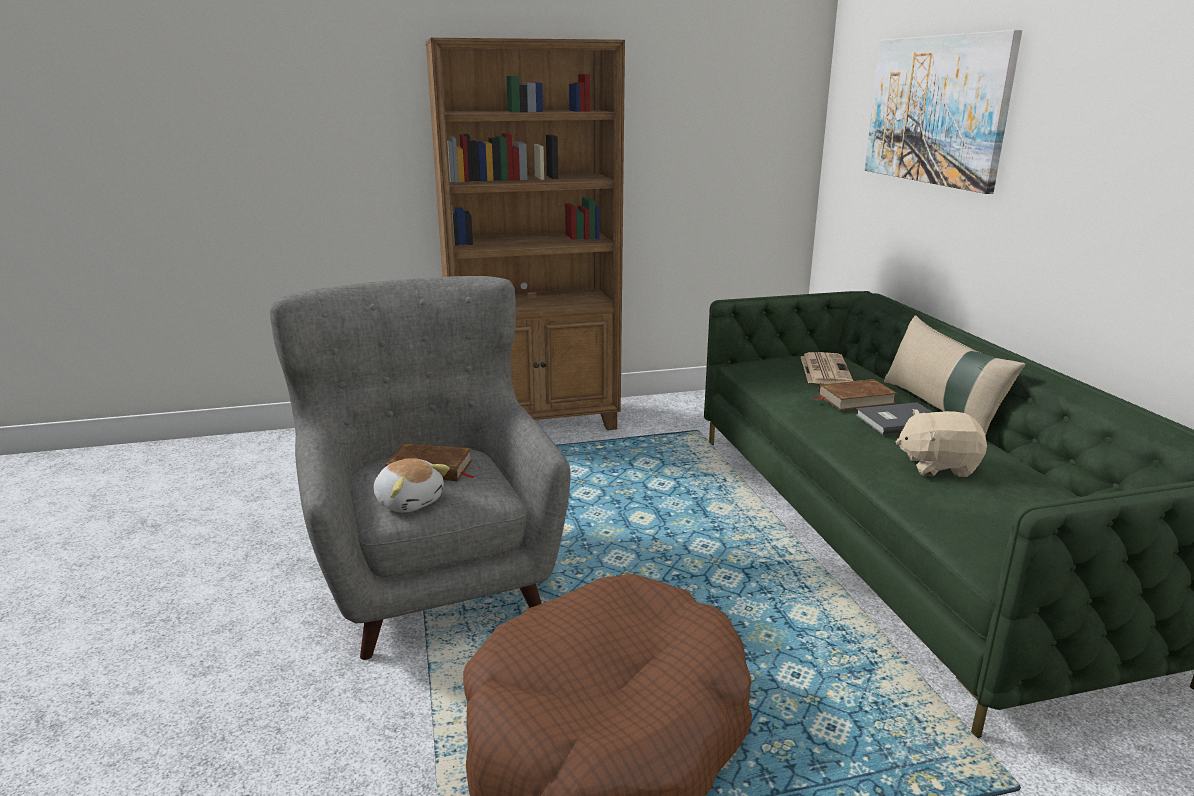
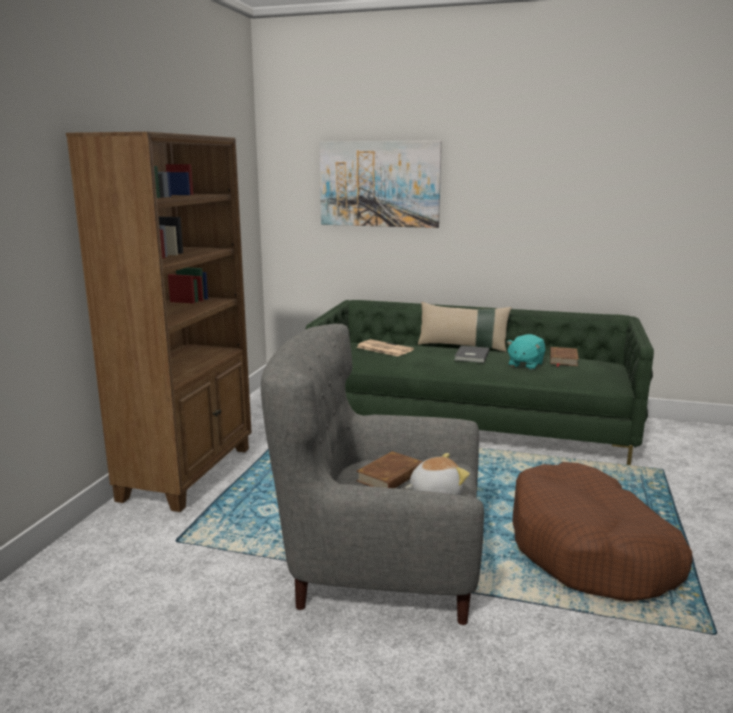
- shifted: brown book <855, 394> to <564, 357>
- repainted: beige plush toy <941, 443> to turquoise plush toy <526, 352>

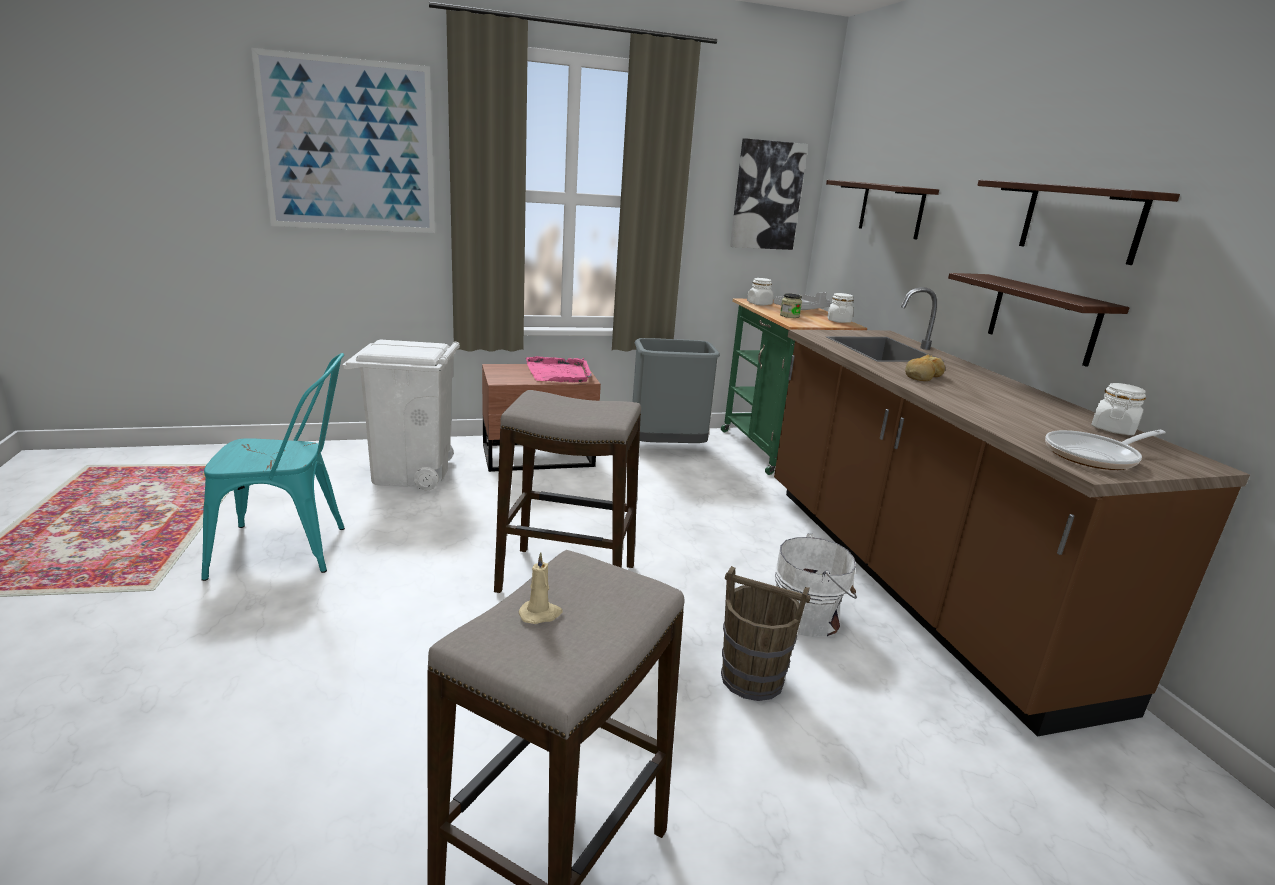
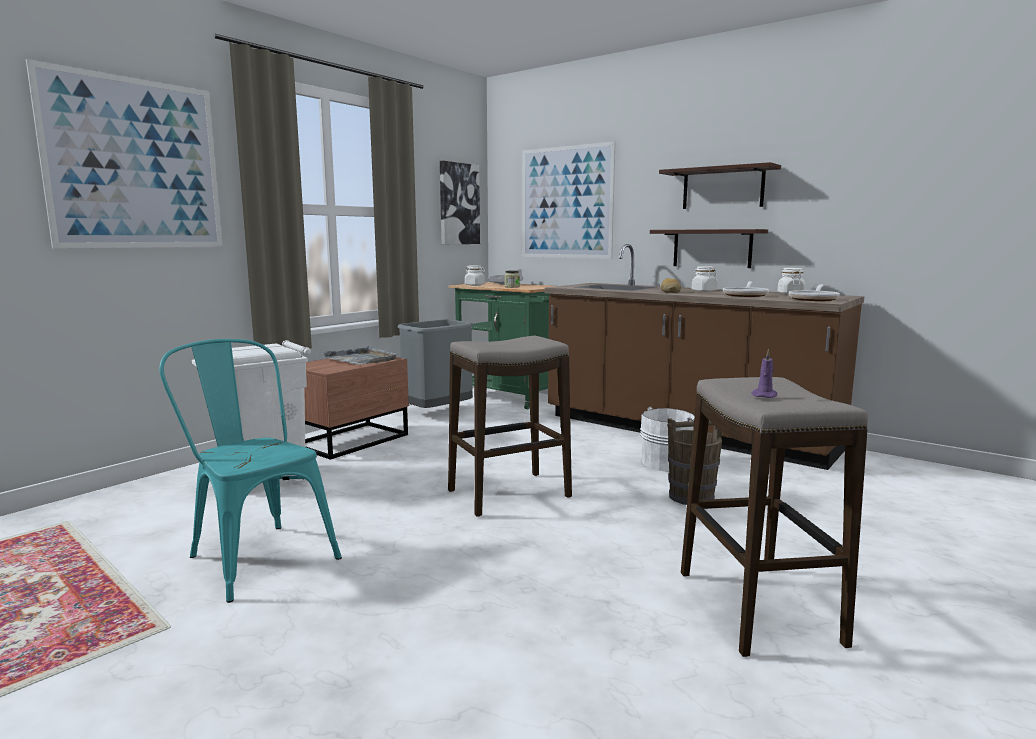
- swapped: shelf <882, 209> to picture <568, 200>
- shifted: white jar <841, 308> to <704, 279>
- rotated: turquoise chair <273, 467> = <250, 471> 90 degrees counterclockwise
- repainted: pink tray <559, 369> to grey tray <359, 355>
- repainted: beige candle <540, 588> to purple candle <764, 373>
- new: frying pan <746, 289>

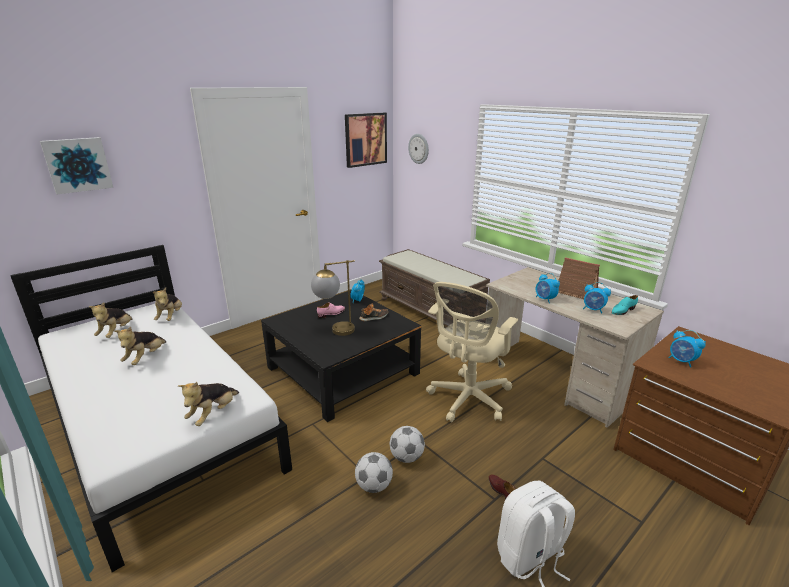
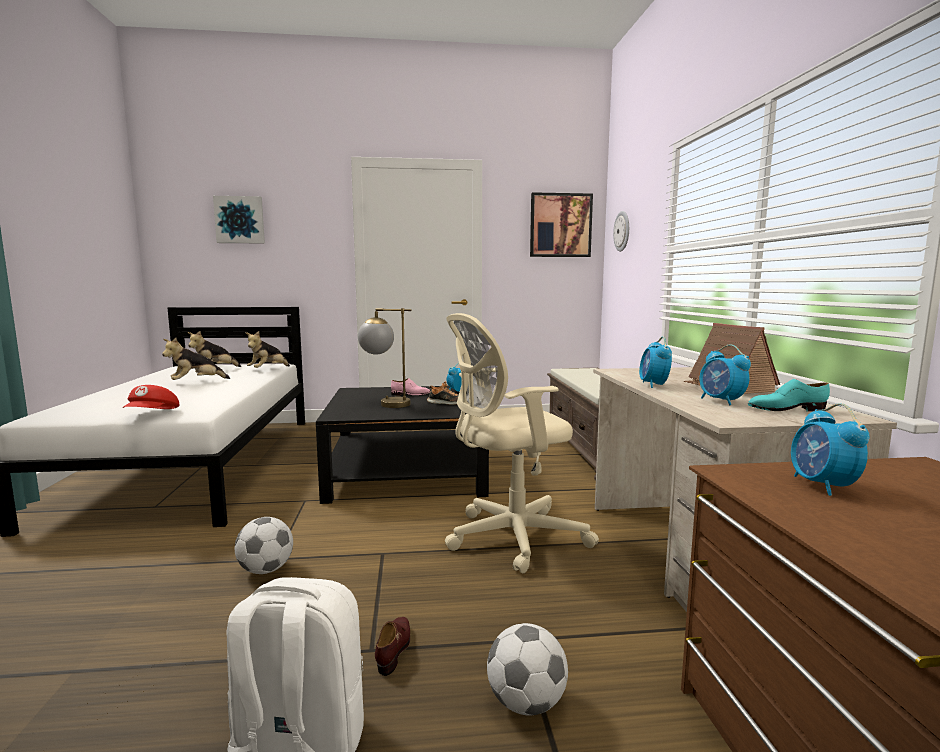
- swapped: plush toy <208, 404> to red cap <151, 397>
- shifted: football <407, 444> to <527, 669>

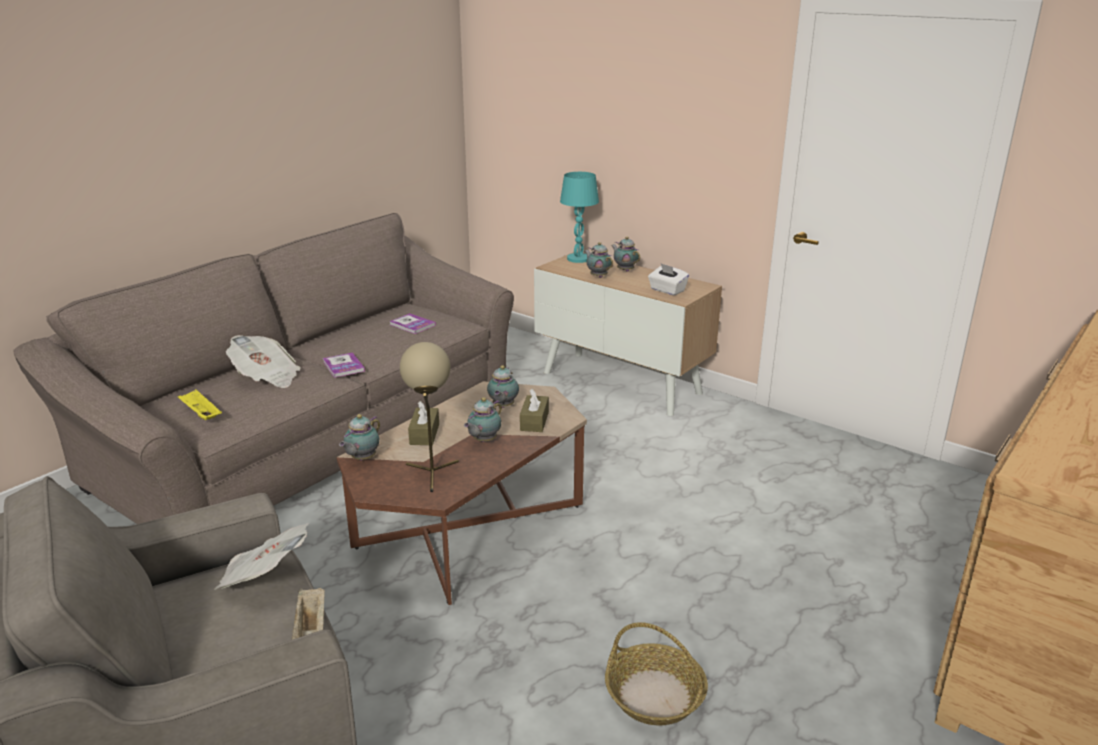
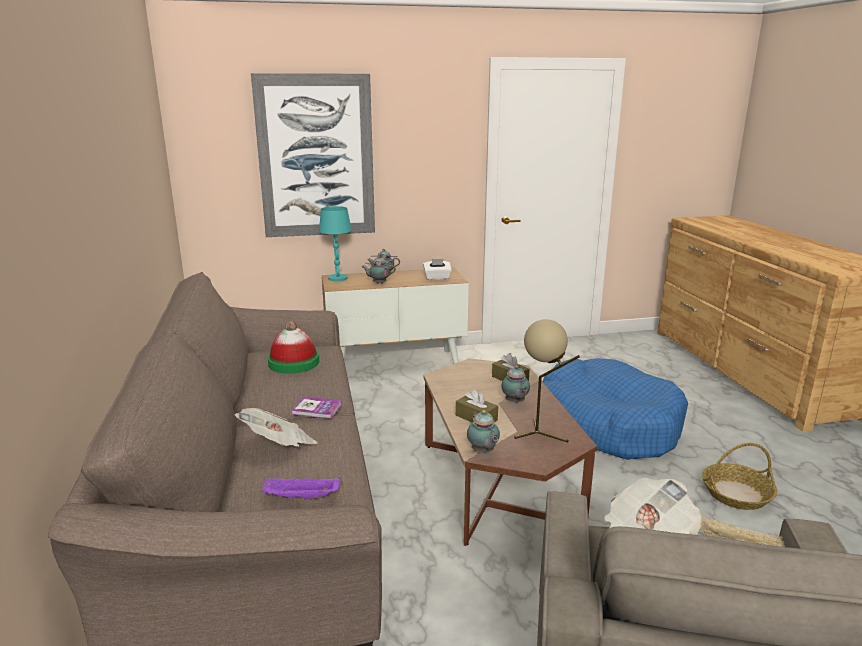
- swapped: book <413, 323> to hat <293, 347>
- gone: teapot <503, 386>
- repainted: yellow tray <200, 404> to purple tray <301, 489>
- new: picture <313, 155>
- new: blue dog bed <615, 409>

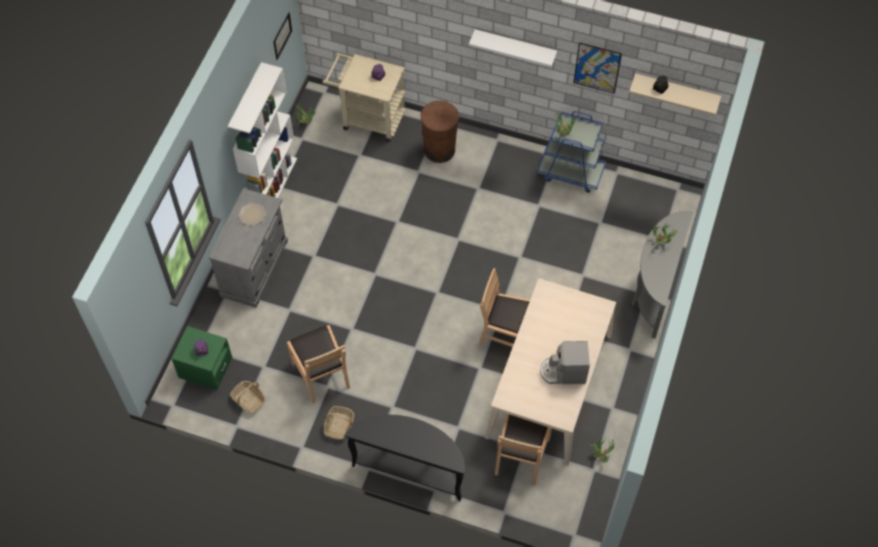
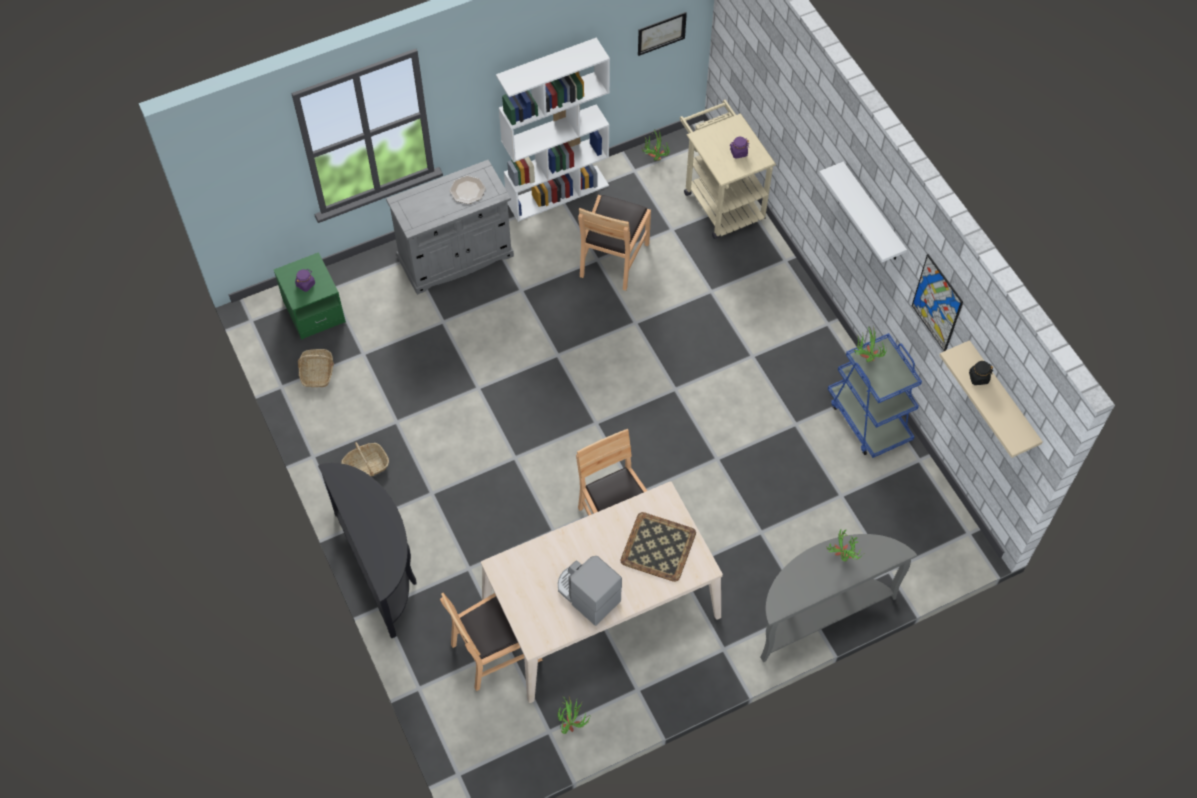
- gone: brown trash can <439, 131>
- shifted: brown chair <318, 364> to <614, 243>
- new: tray <658, 547>

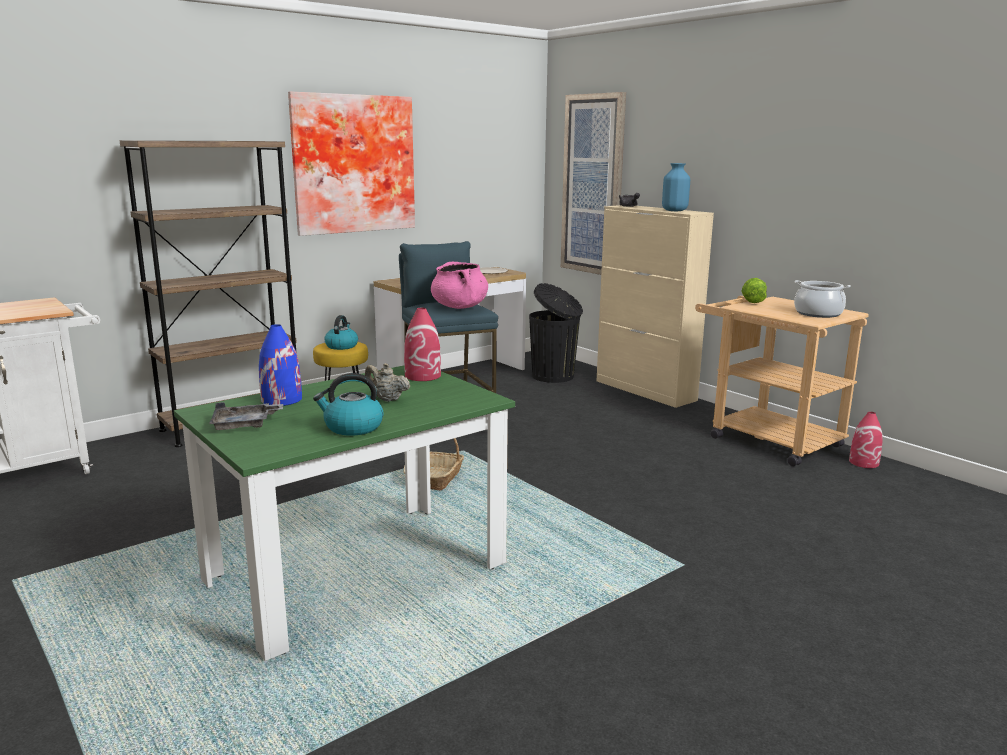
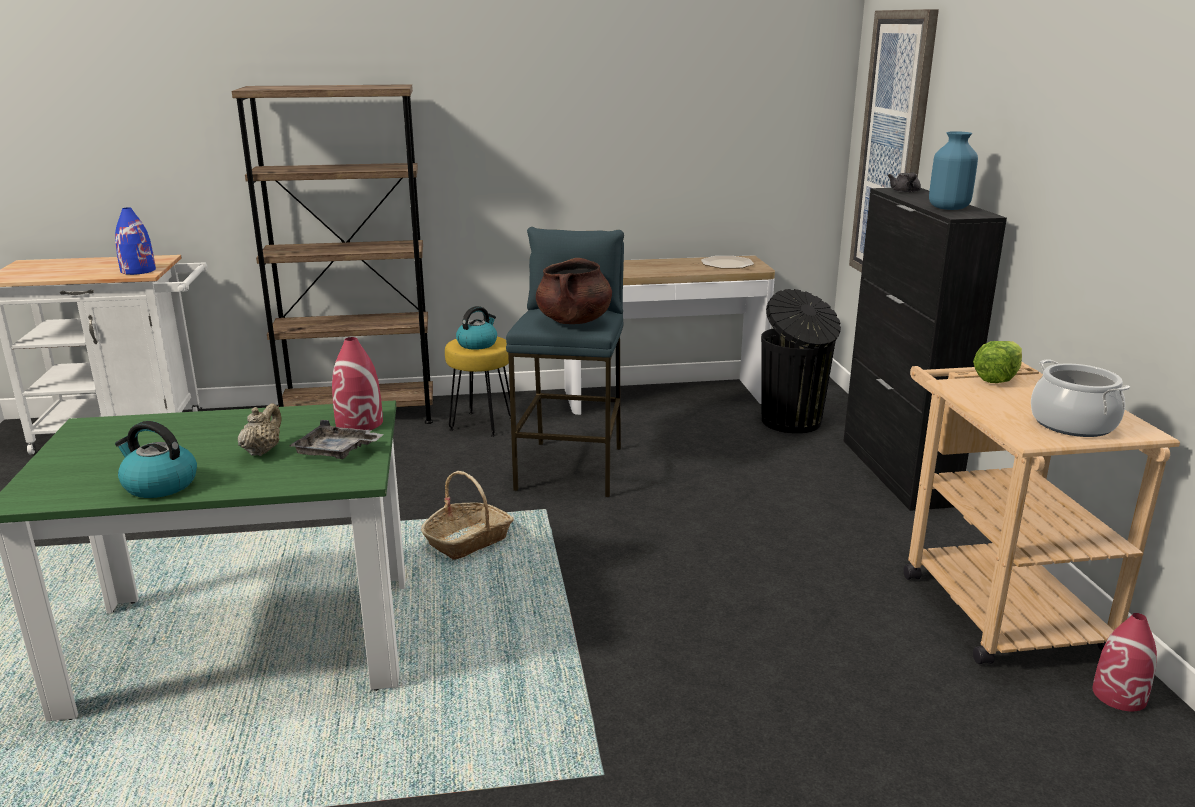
- gone: picture <351, 163>
- repainted: beige cabinet <655, 306> to black cabinet <925, 349>
- repainted: pink cooking pot <459, 285> to brown cooking pot <574, 291>
- shifted: blue vase <280, 365> to <135, 241>
- rotated: beige teapot <387, 382> = <260, 429> 45 degrees clockwise
- shifted: grey tray <246, 416> to <337, 439>

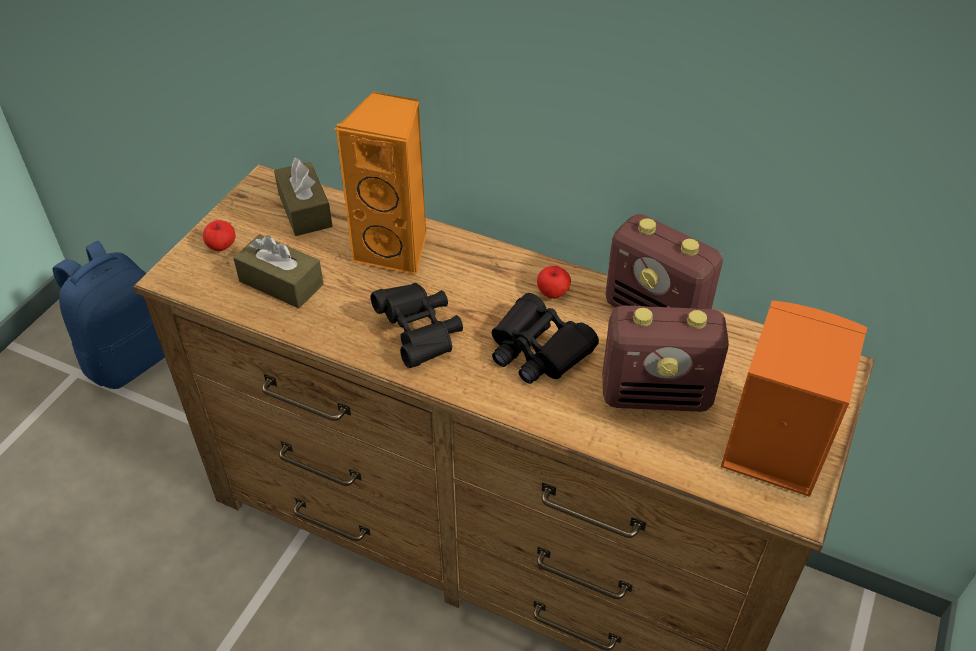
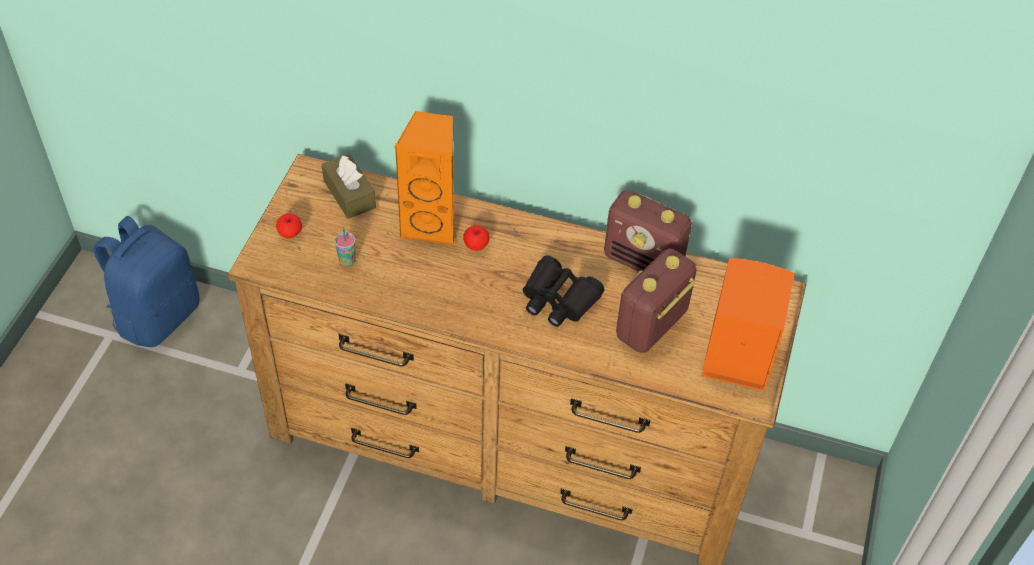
- swapped: brown tissue box <278, 271> to cup <345, 247>
- shifted: apple <554, 282> to <476, 238>
- gone: black binoculars <417, 325>
- rotated: radio <665, 359> = <656, 301> 135 degrees clockwise

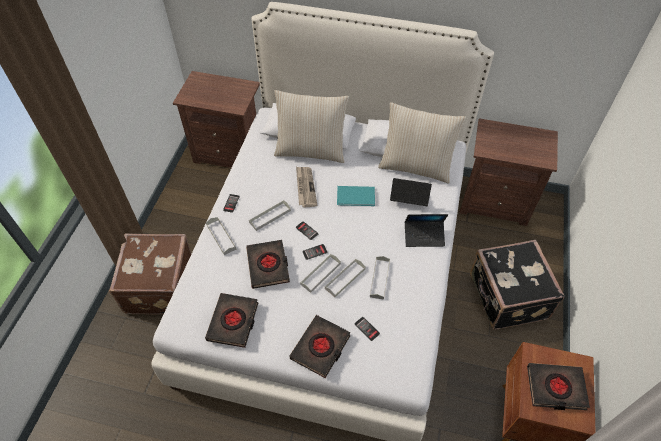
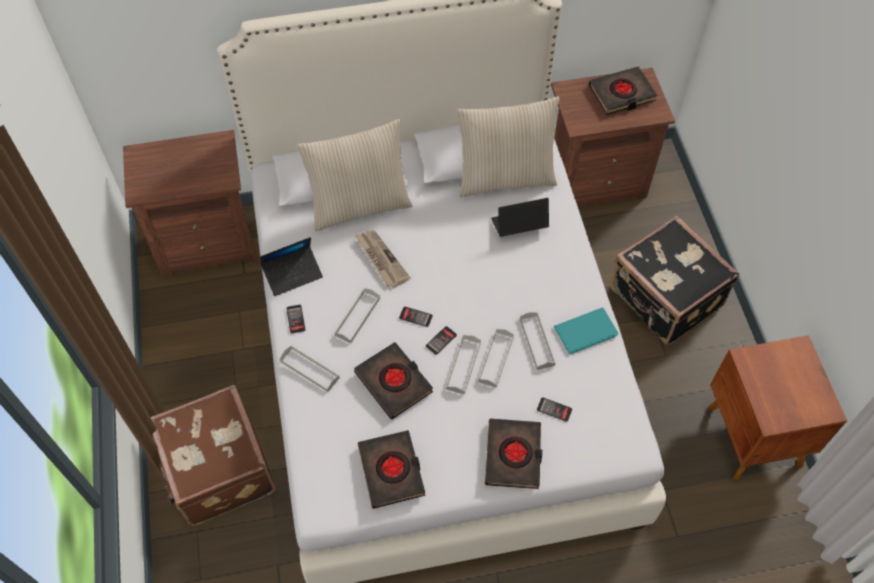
- shifted: turquoise book <356, 196> to <586, 330>
- shifted: laptop <426, 230> to <291, 266>
- shifted: black book <558, 386> to <623, 90>

